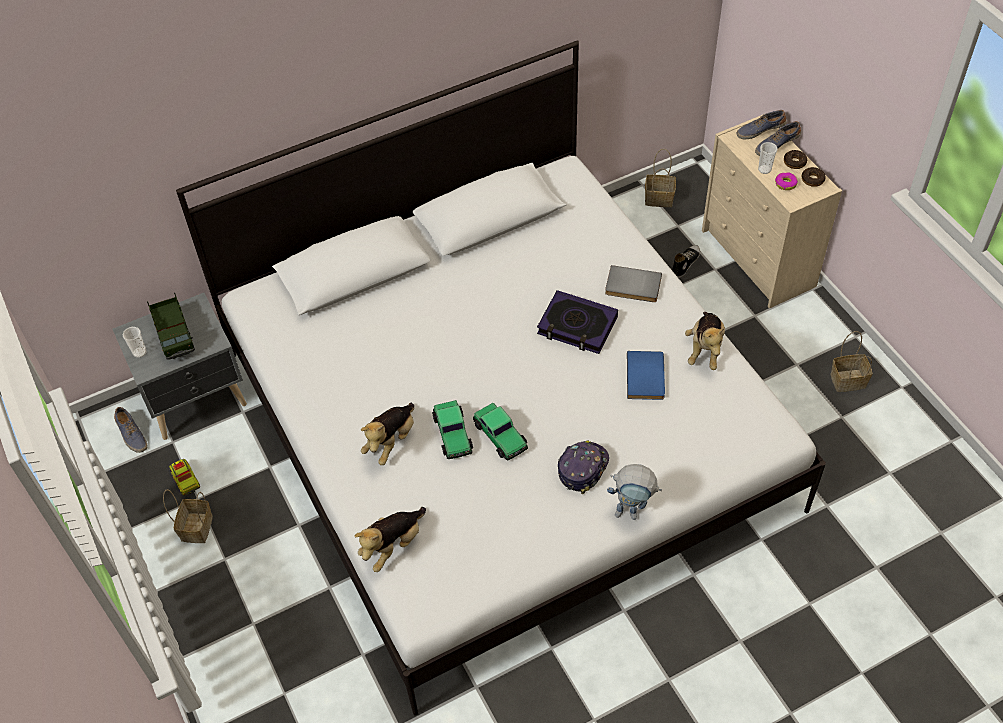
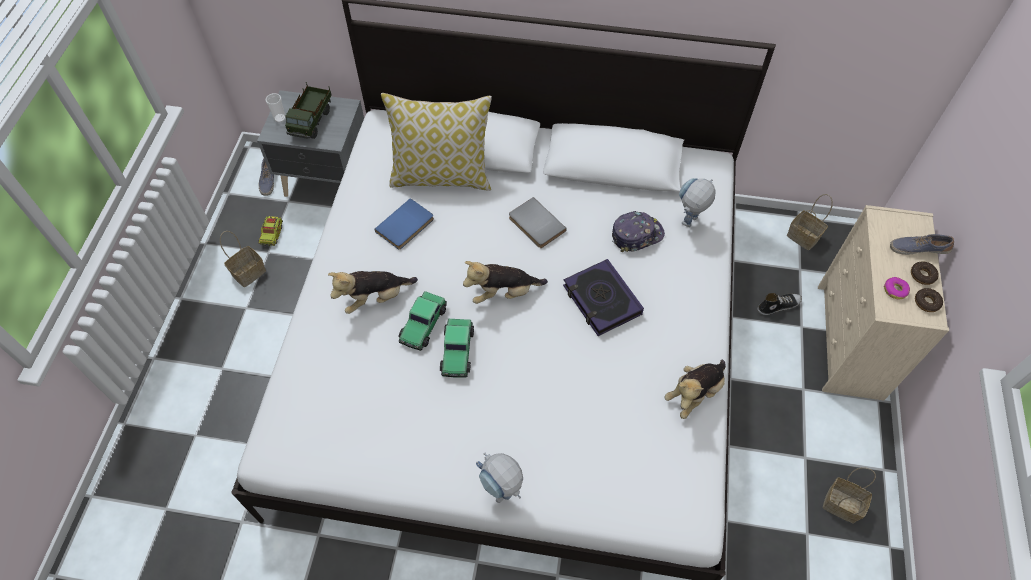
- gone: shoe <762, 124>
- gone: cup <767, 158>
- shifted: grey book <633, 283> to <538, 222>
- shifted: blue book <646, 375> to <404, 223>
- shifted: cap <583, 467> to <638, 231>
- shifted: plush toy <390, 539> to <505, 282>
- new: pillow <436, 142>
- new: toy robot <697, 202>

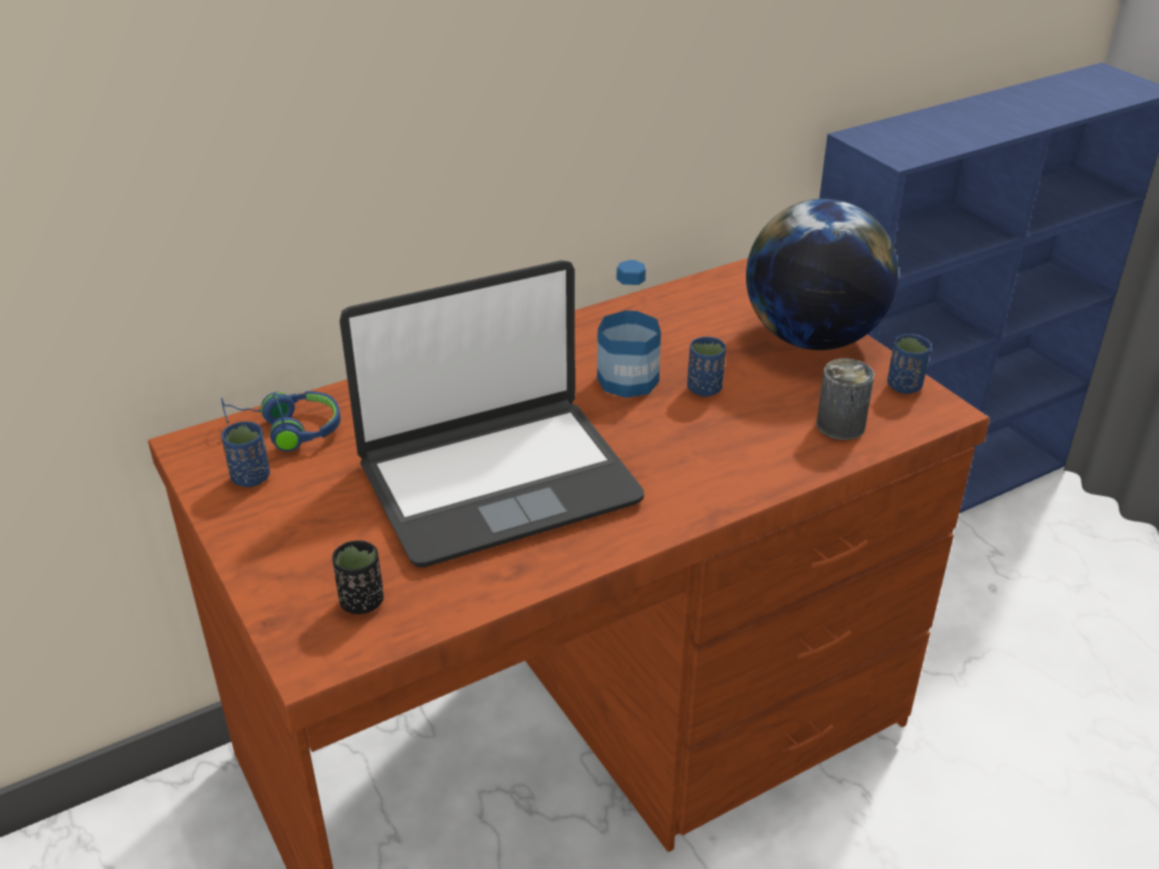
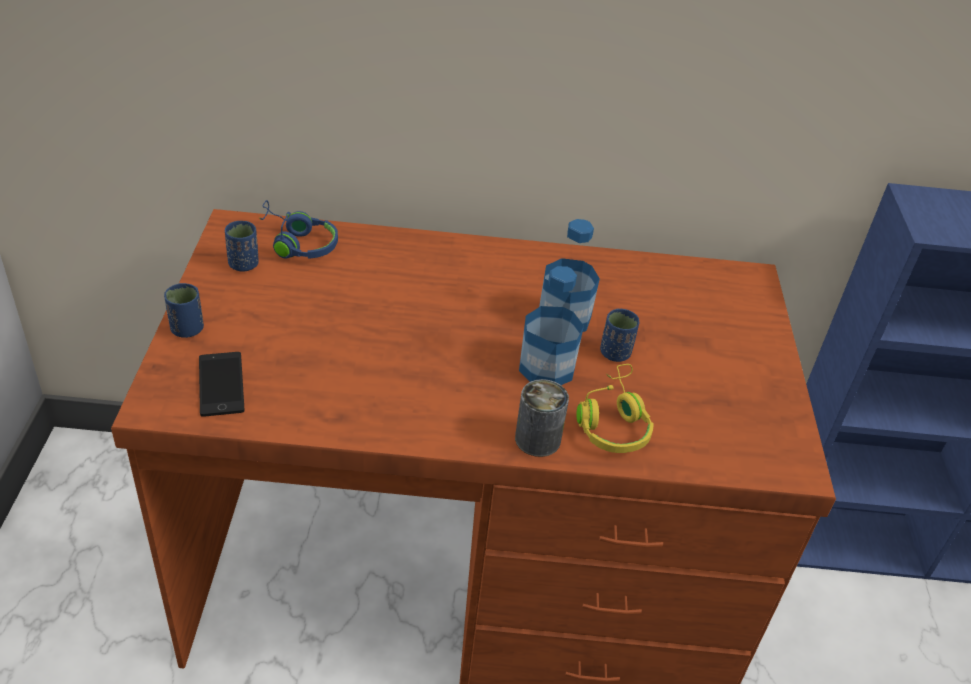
- gone: globe <822, 274>
- gone: laptop <492, 413>
- shifted: blue cup <909, 364> to <184, 310>
- shifted: can <845, 399> to <542, 418>
- swapped: black cup <358, 577> to phone <222, 384>
- new: bottle <551, 325>
- new: yellow headphones <615, 408>

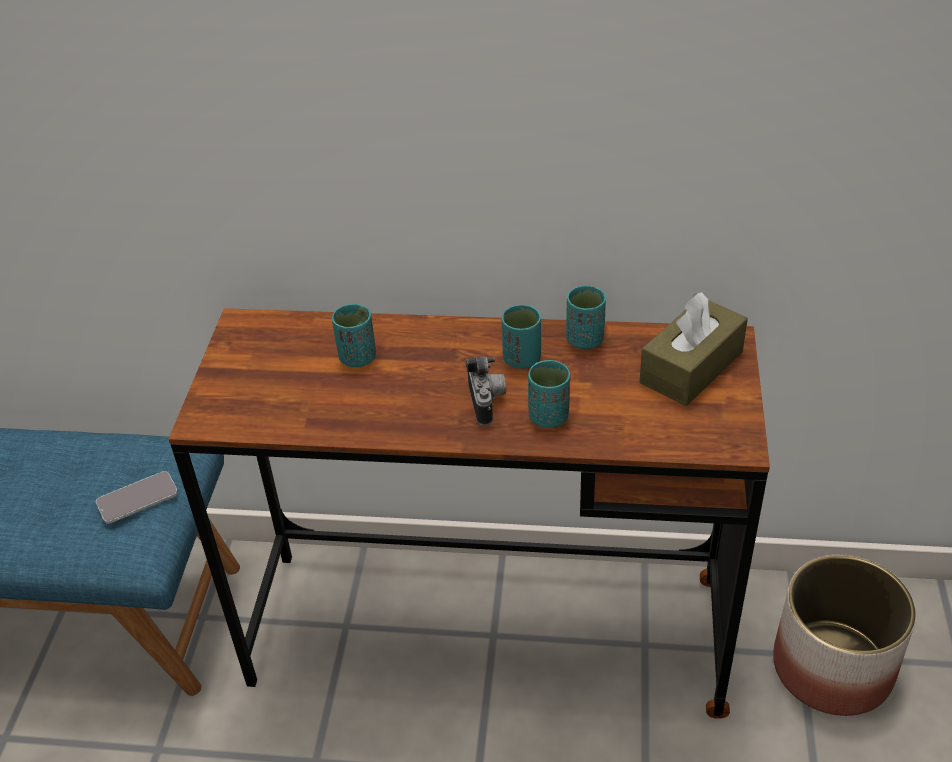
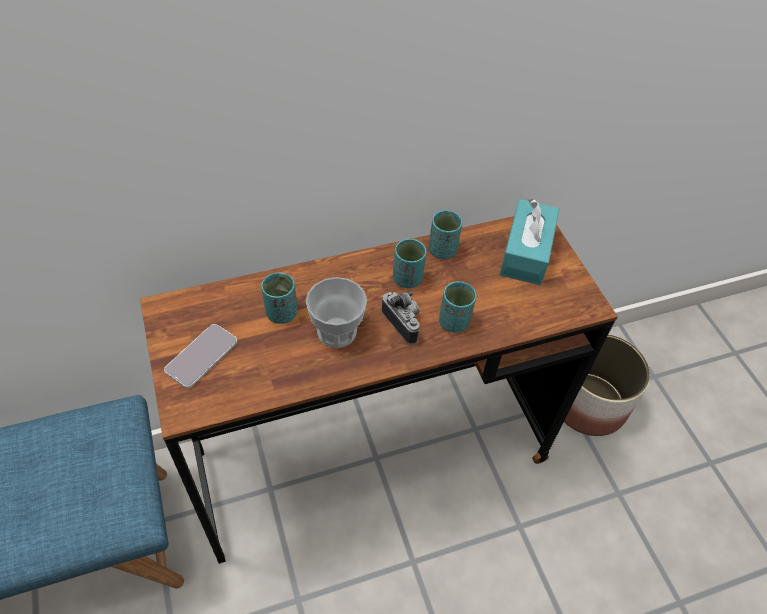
- repainted: brown tissue box <694, 349> to turquoise tissue box <529, 242>
- shifted: phone <137, 497> to <200, 356>
- new: cup <336, 312>

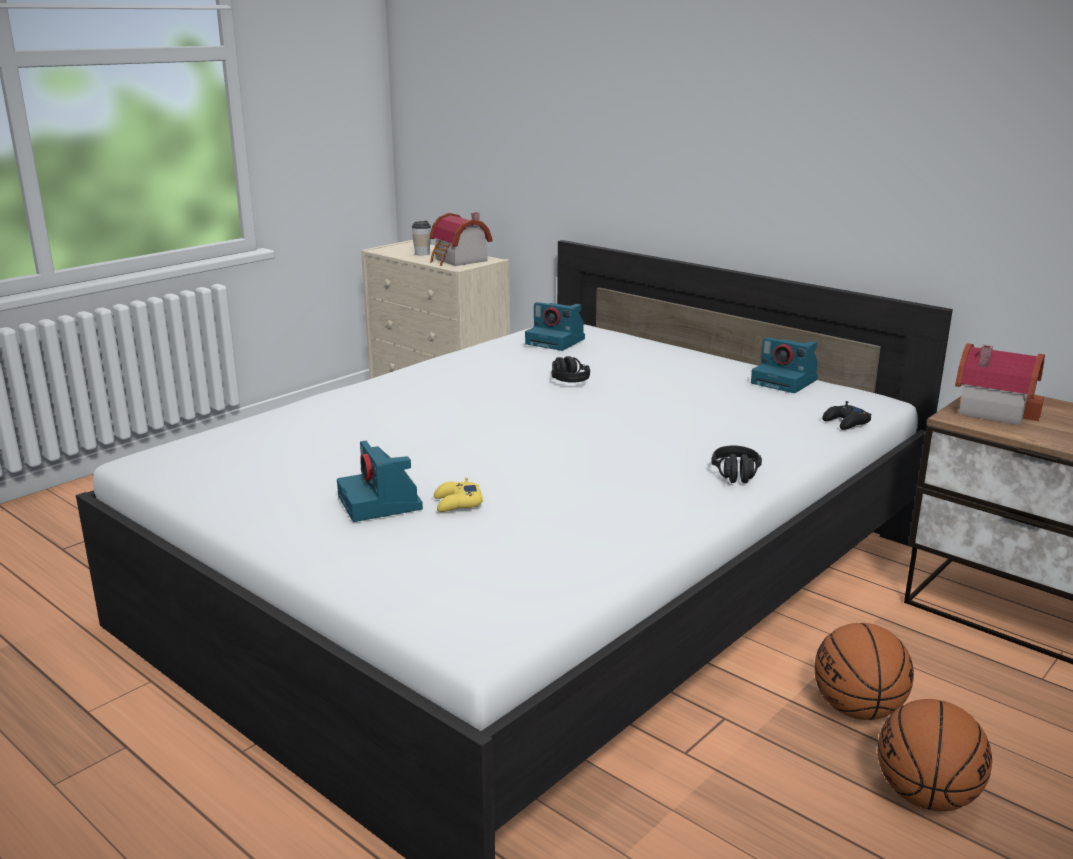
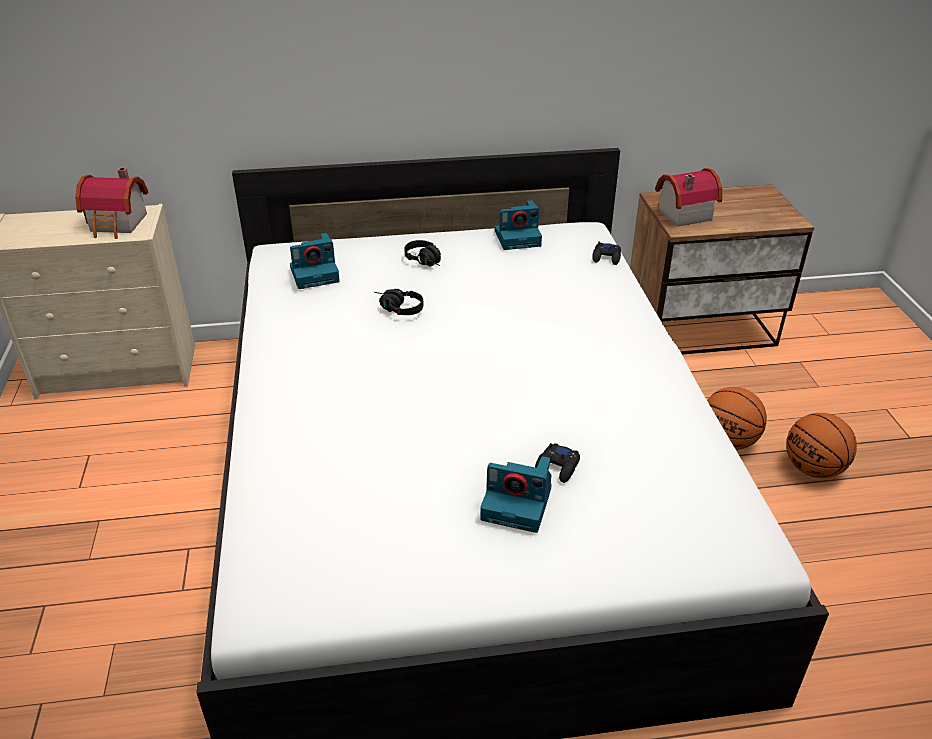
- gone: cup <421, 238>
- shifted: black headphones <736, 464> to <422, 253>
- repainted: yellow game controller <458, 494> to black game controller <557, 463>

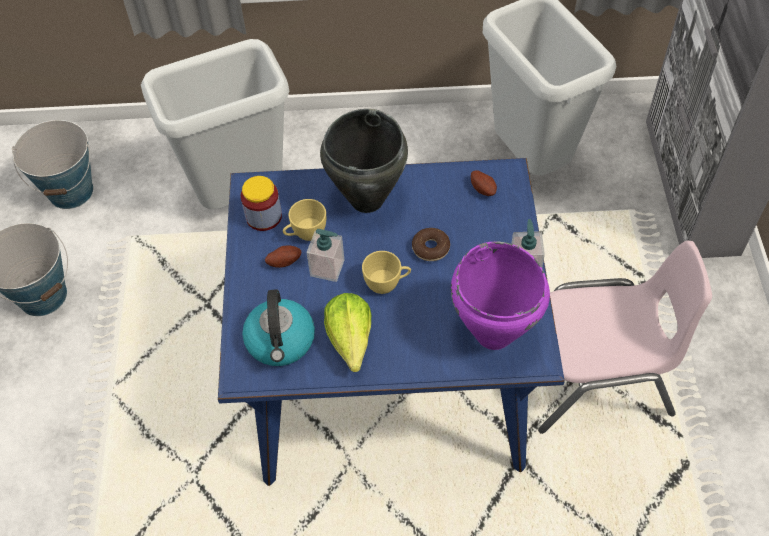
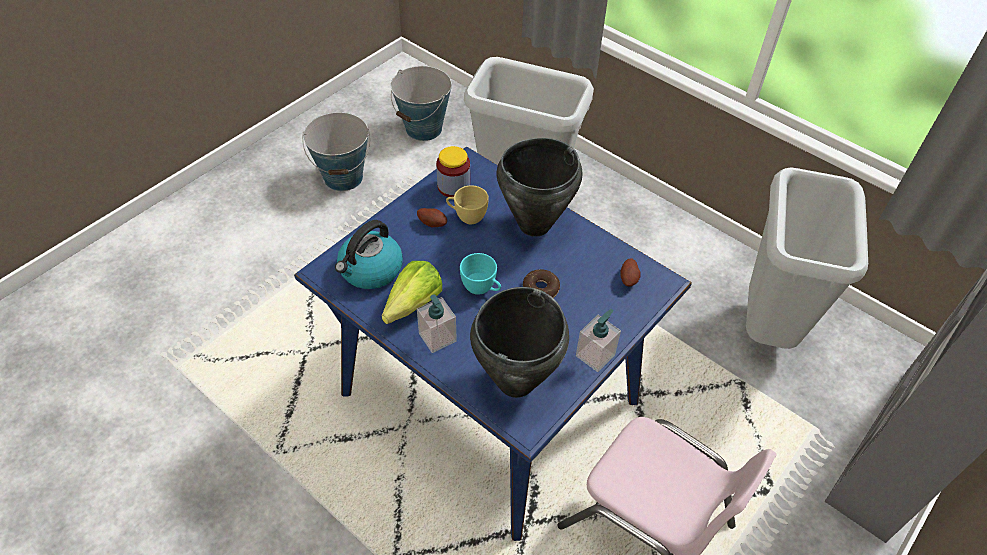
- shifted: soap dispenser <325, 255> to <437, 323>
- repainted: purple cooking pot <500, 295> to black cooking pot <519, 342>
- repainted: yellow cup <386, 272> to turquoise cup <480, 274>

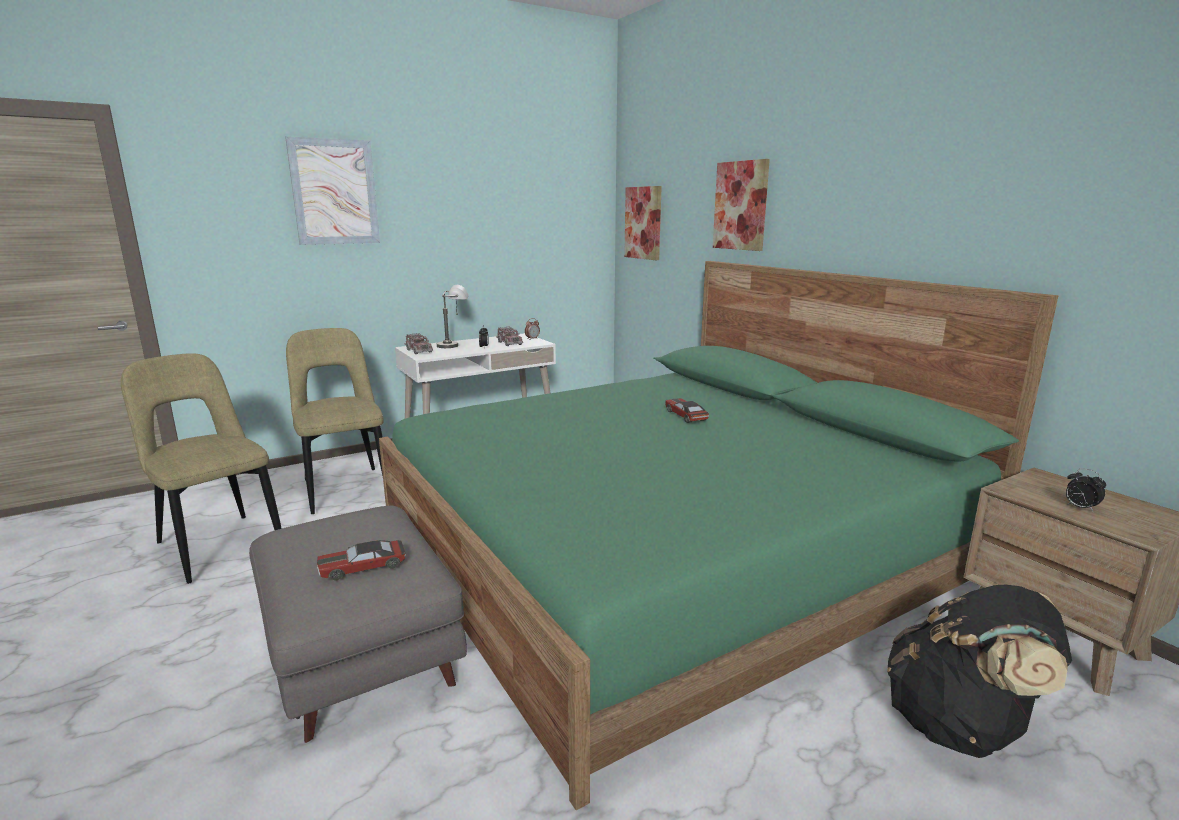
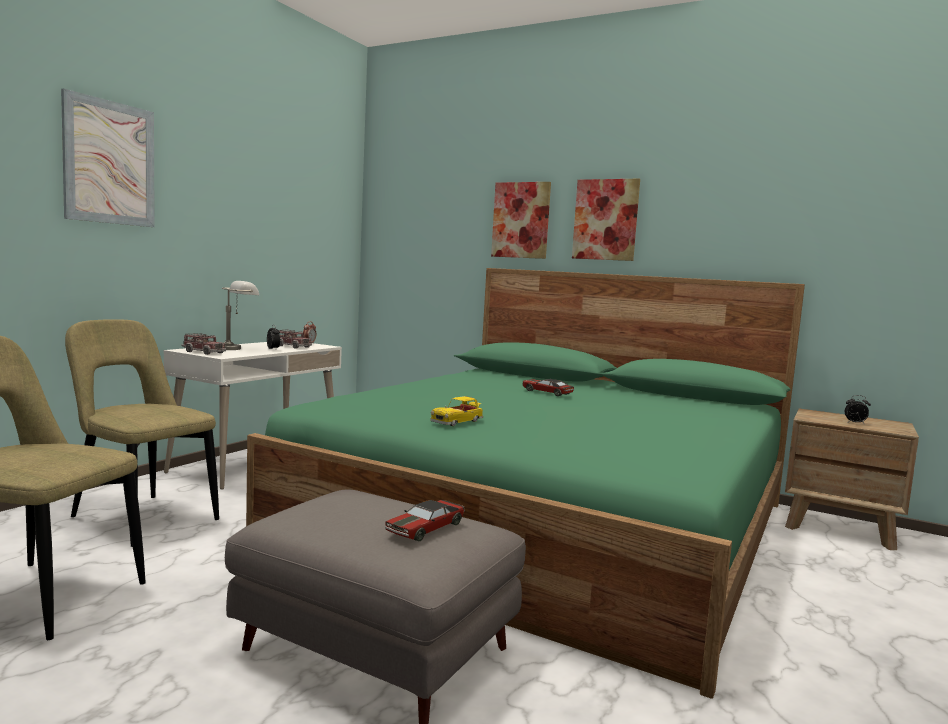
- shifted: picture <643, 223> to <606, 220>
- gone: black backpack <979, 671>
- new: toy car <456, 411>

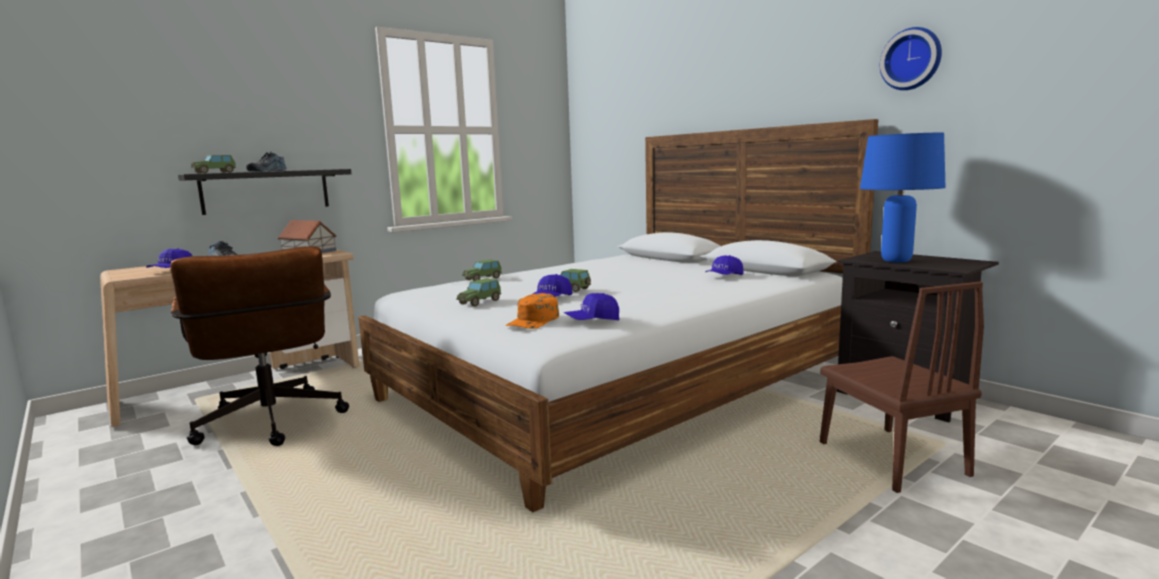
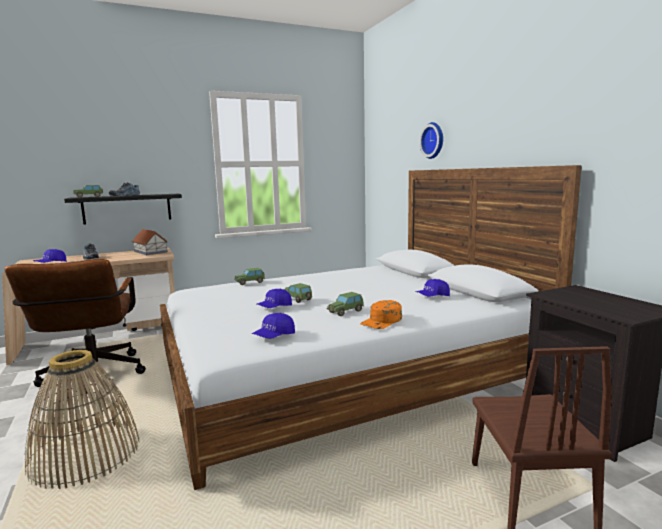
- shifted: wall clock <911, 58> to <431, 140>
- gone: blue table lamp <903, 197>
- shifted: toy car <478, 292> to <345, 304>
- shifted: orange cap <532, 311> to <381, 314>
- rotated: blue cap <591, 306> = <273, 326> 45 degrees counterclockwise
- new: basket <82, 419>

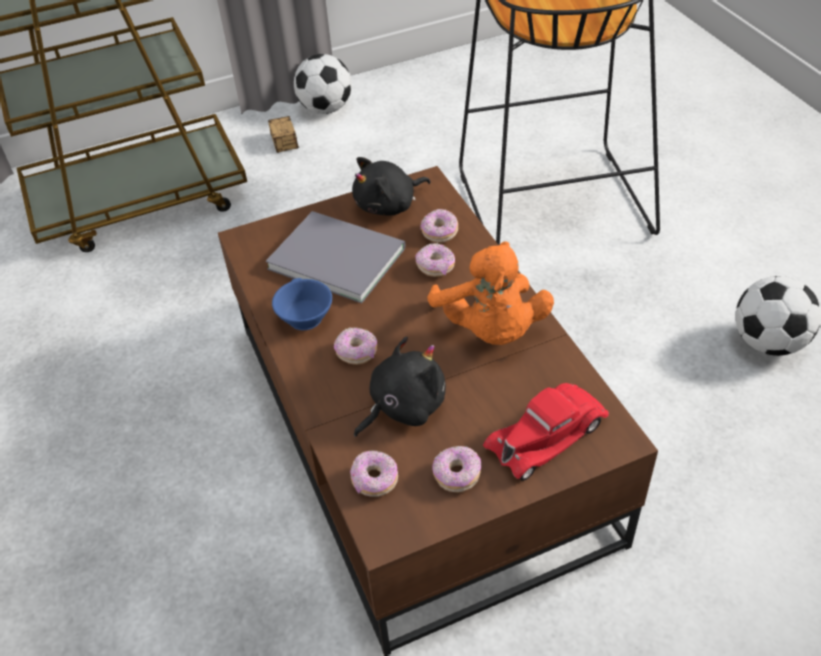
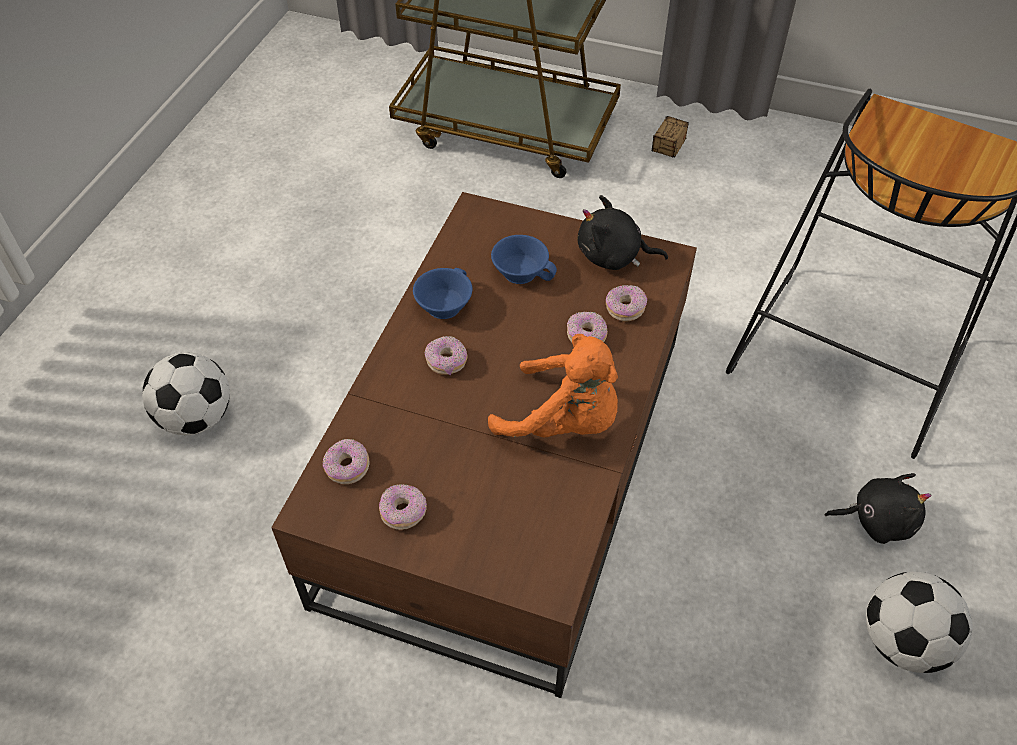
- shifted: football <323, 84> to <186, 393>
- swapped: grey book <336, 257> to blue cup <524, 259>
- rotated: orange plush toy <490, 293> = <553, 386> 90 degrees counterclockwise
- shifted: black plush toy <400, 387> to <878, 508>
- gone: red toy car <546, 432>

